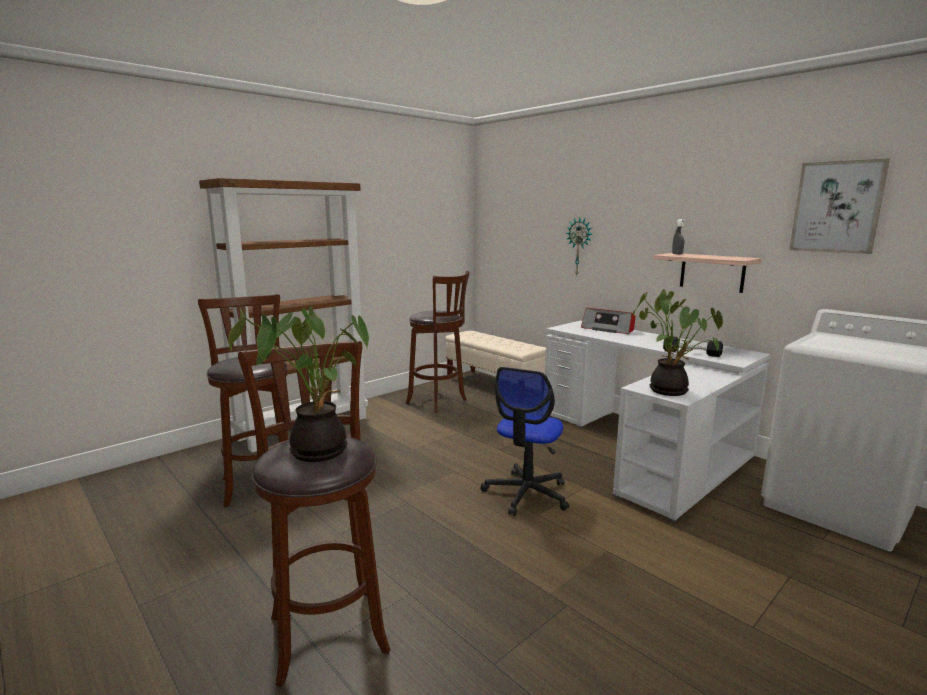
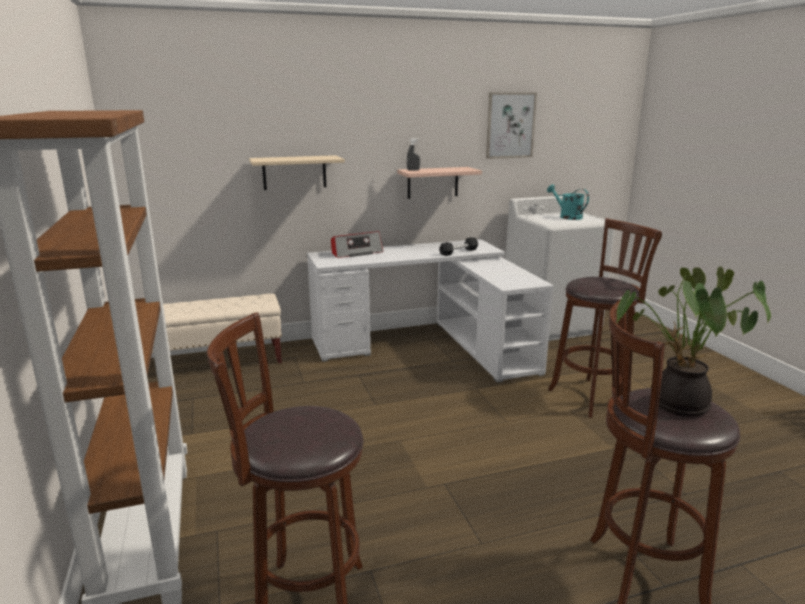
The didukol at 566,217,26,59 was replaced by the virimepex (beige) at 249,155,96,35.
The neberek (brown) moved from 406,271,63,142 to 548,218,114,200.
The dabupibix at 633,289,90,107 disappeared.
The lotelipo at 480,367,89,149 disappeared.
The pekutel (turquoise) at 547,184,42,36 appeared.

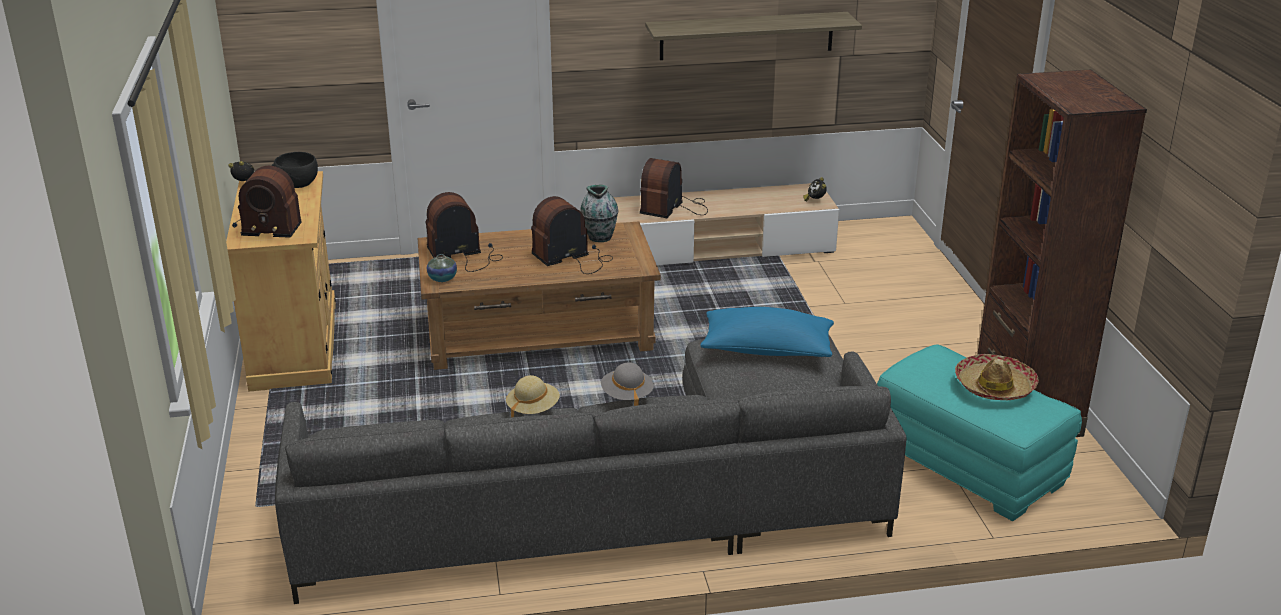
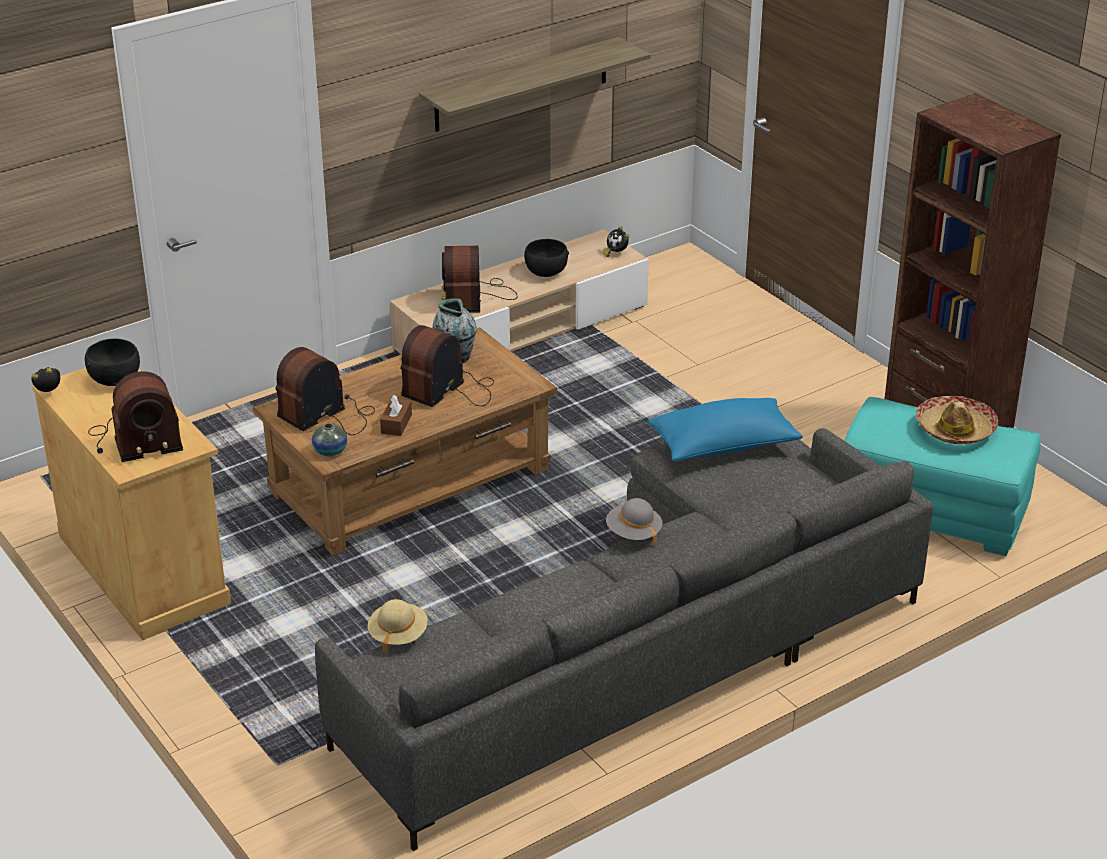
The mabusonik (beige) moved from 506,375,54,42 to 368,599,60,55.
The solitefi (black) at 524,239,45,38 appeared.
The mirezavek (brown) at 380,395,32,41 appeared.

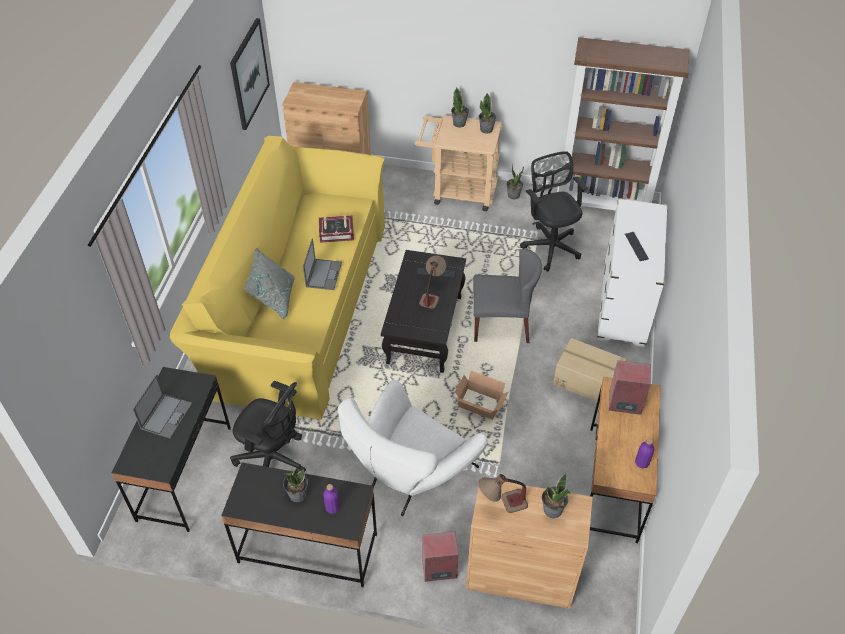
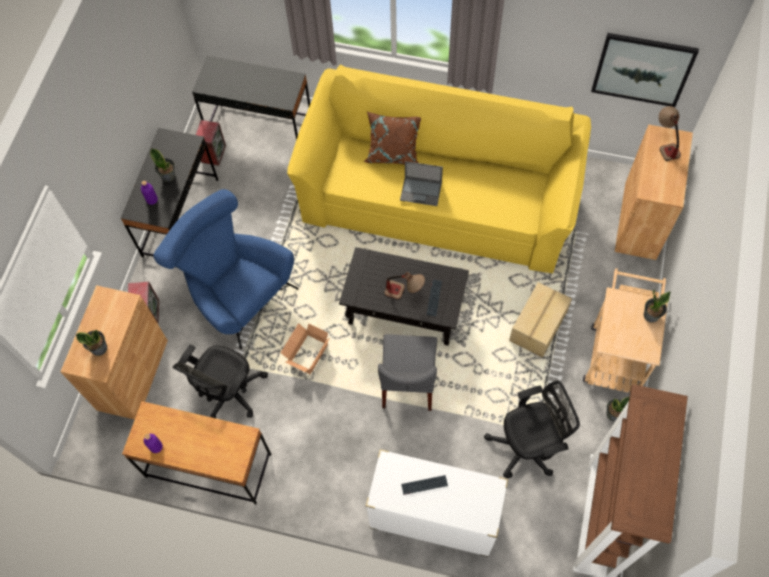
The dabupibix at 479,93,17,41 disappeared.
The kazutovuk at 319,215,35,28 disappeared.
The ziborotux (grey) at 243,248,52,72 became the ziborotux (brown) at 363,112,58,52.
The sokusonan moved from 553,338,74,64 to 509,282,63,75.
The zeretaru moved from 609,360,42,55 to 196,120,30,46.
The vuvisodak at 133,374,59,65 disappeared.
The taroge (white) at 338,380,150,136 became the taroge (blue) at 153,189,146,160.
The lotelipo (black) moved from 230,381,76,91 to 173,344,95,74.
The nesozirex moved from 479,474,49,39 to 659,106,22,55.

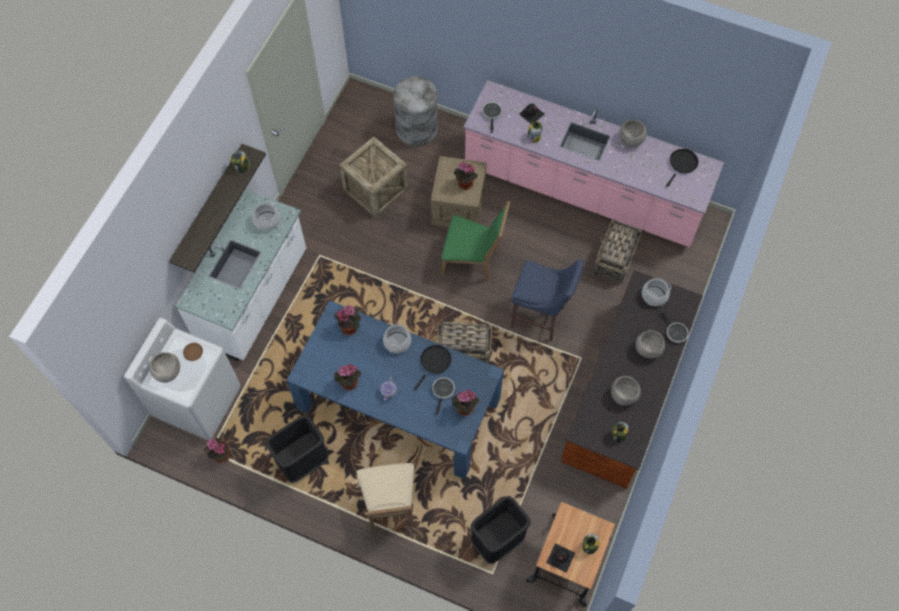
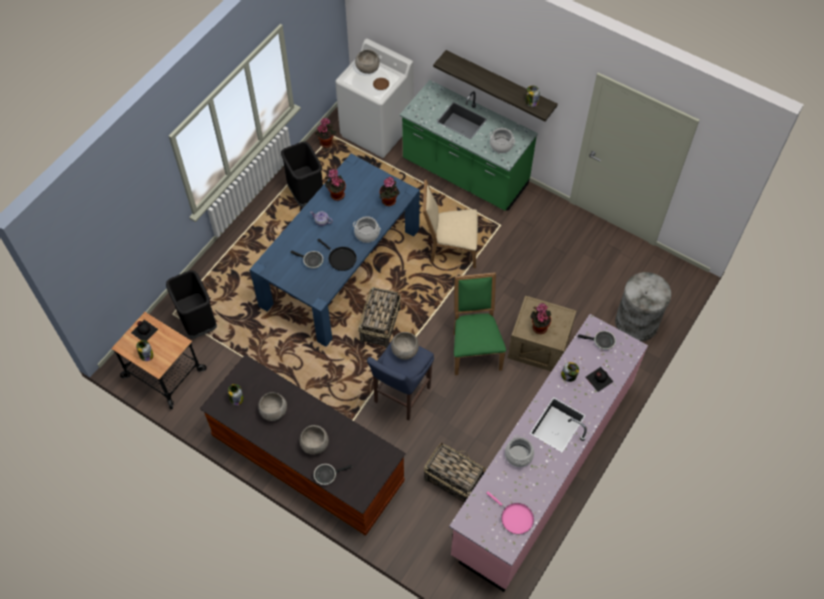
The solitefi (grey) moved from 619,120,28,27 to 391,332,28,28.
The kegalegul at 339,136,69,82 disappeared.
The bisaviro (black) at 666,149,33,38 became the bisaviro (pink) at 486,491,48,43.
The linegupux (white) at 175,189,131,172 became the linegupux (green) at 400,80,138,131.
The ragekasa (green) at 440,201,70,80 turned 150 degrees clockwise.
The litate moved from 642,278,29,28 to 505,435,29,32.
The dabupibix at 452,390,27,26 disappeared.
The ragekasa (beige) moved from 356,463,58,69 to 423,179,55,89.

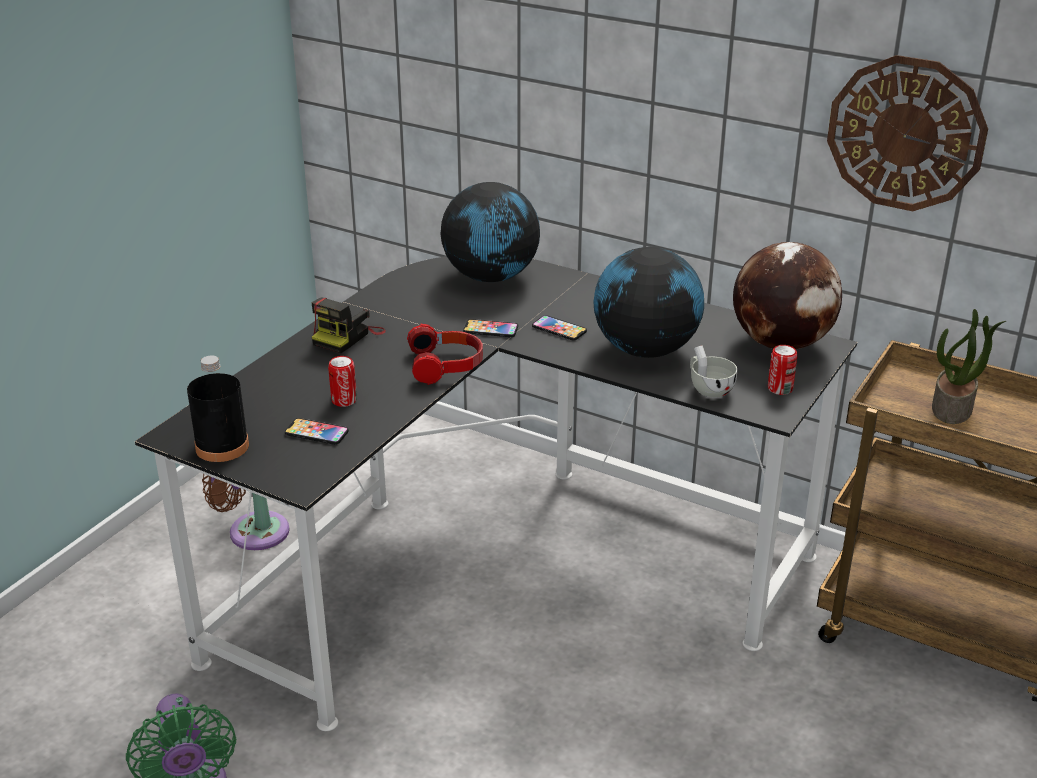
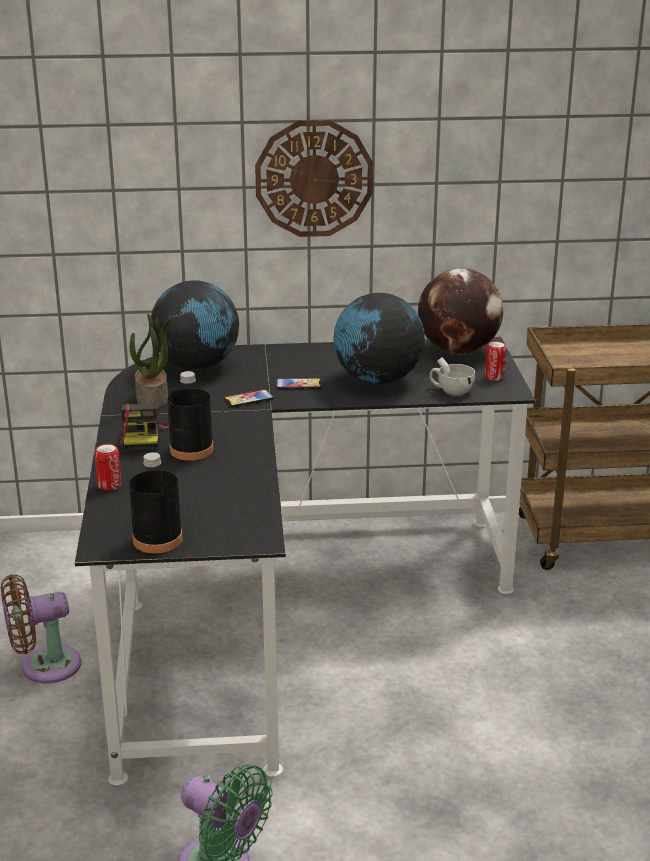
The didukol moved from 827,55,161,156 to 255,120,118,117.
The dabupibix moved from 932,309,74,115 to 130,313,43,95.
The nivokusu at 407,324,76,61 disappeared.
The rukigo moved from 328,356,29,51 to 95,444,26,47.
The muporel at 285,418,64,27 disappeared.
The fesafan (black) at 167,371,46,89 appeared.

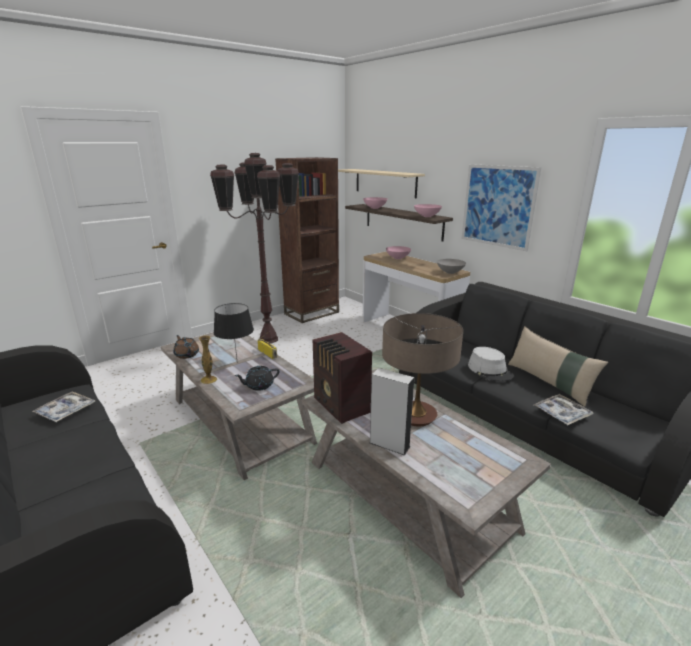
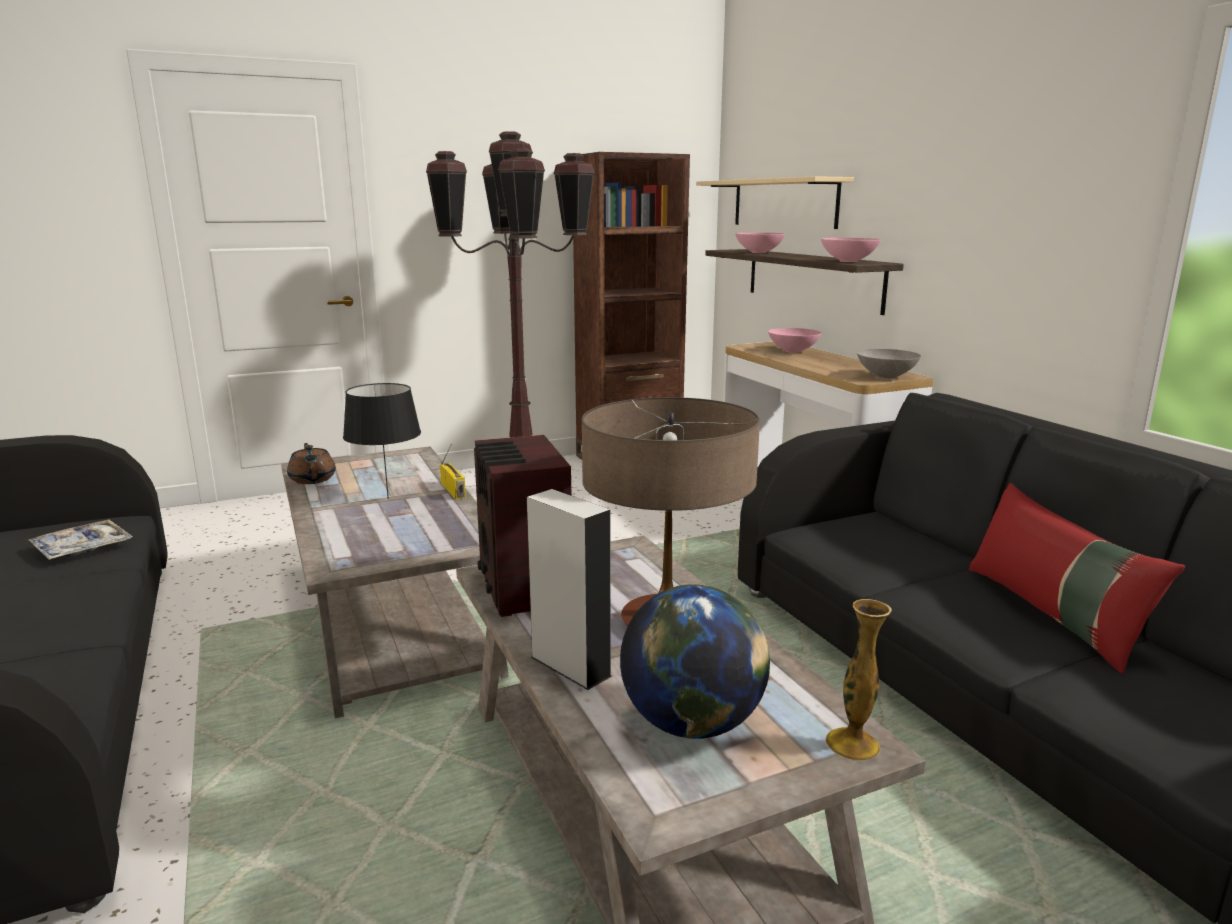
The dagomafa at 462,164,79,87 disappeared.
The ziborotux (beige) at 508,326,100,81 became the ziborotux (red) at 969,483,216,191.
The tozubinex moved from 199,335,18,49 to 825,599,67,162.
The mabusonik (grey) at 468,347,46,34 disappeared.
The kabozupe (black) at 235,366,45,25 disappeared.
The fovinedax at 534,394,60,31 disappeared.
The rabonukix at 620,585,150,154 appeared.

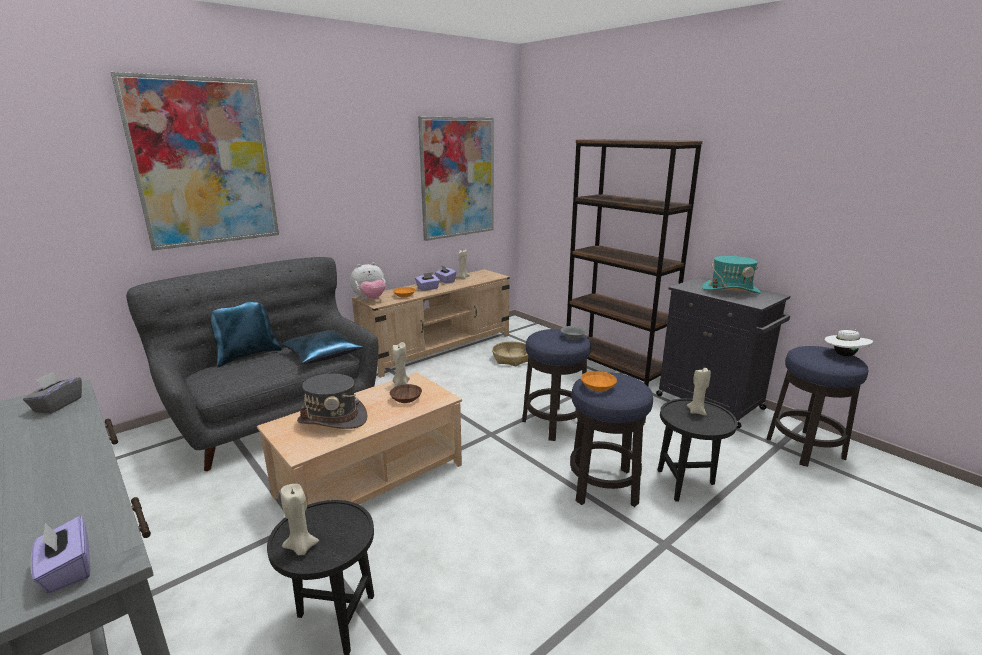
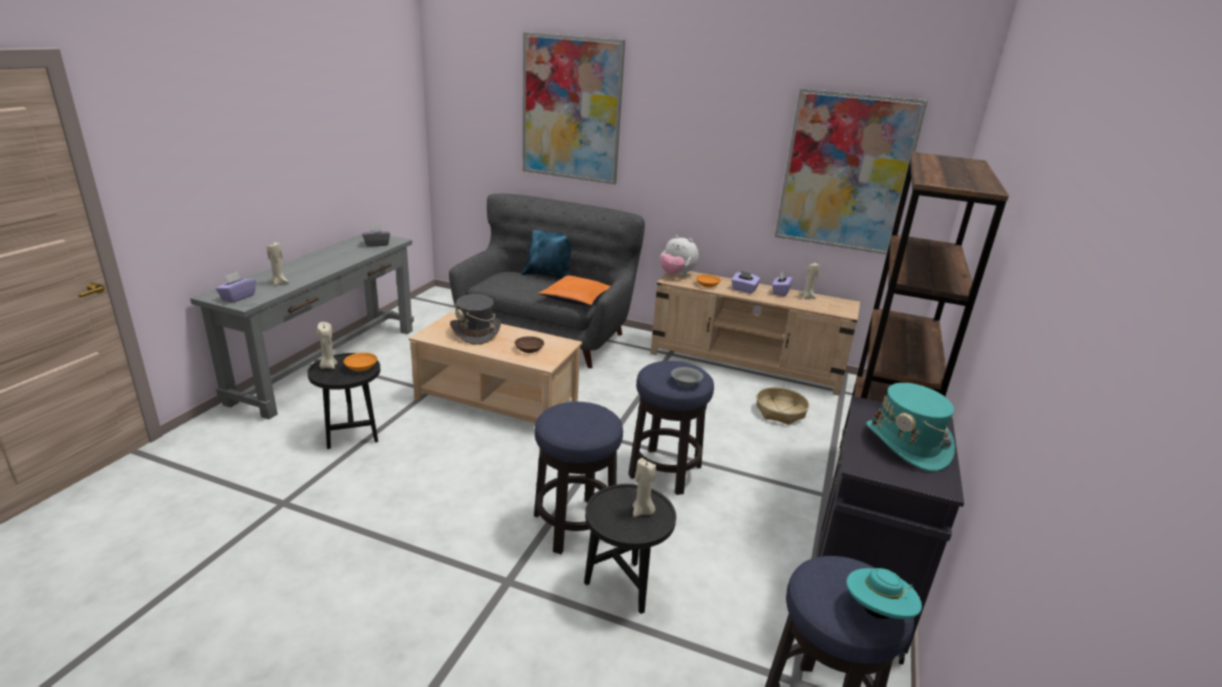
The mabusonik (white) at 825,329,48,28 became the mabusonik (turquoise) at 846,568,76,51.
The ziborotux (blue) at 282,330,82,34 became the ziborotux (orange) at 538,275,72,31.
The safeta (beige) moved from 392,342,18,45 to 267,242,22,44.
The solitefi (orange) moved from 581,371,36,21 to 344,353,33,18.

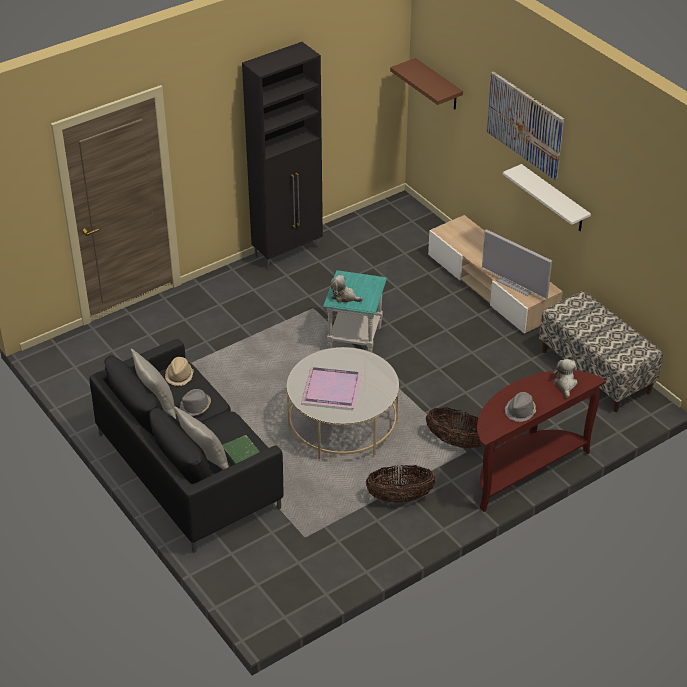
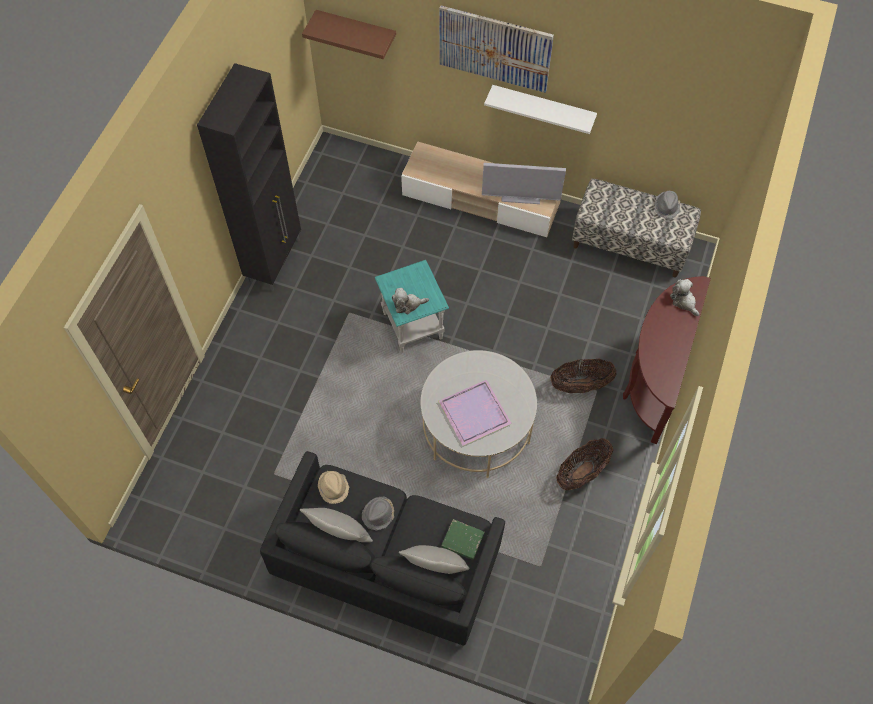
The mabusonik (grey) moved from 505,392,31,30 to 655,191,25,28.

